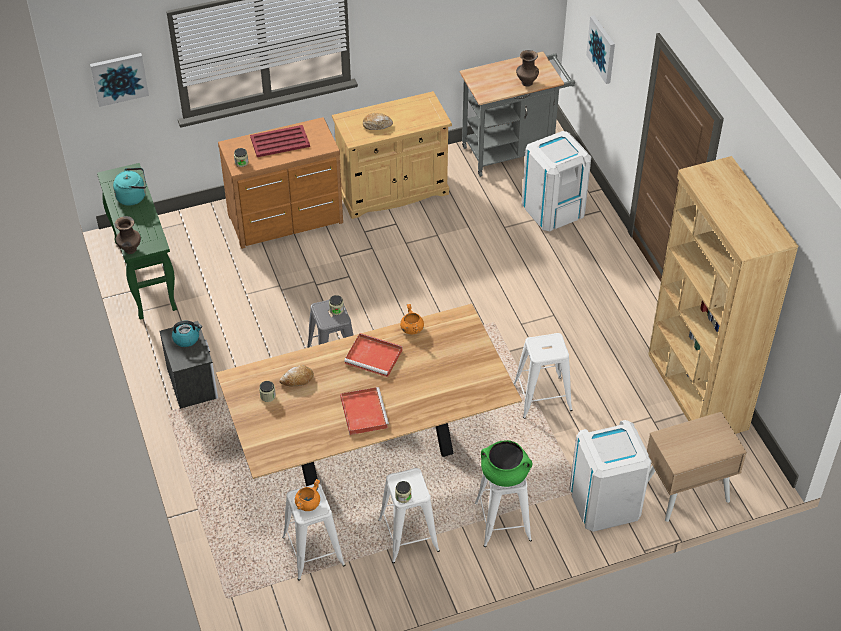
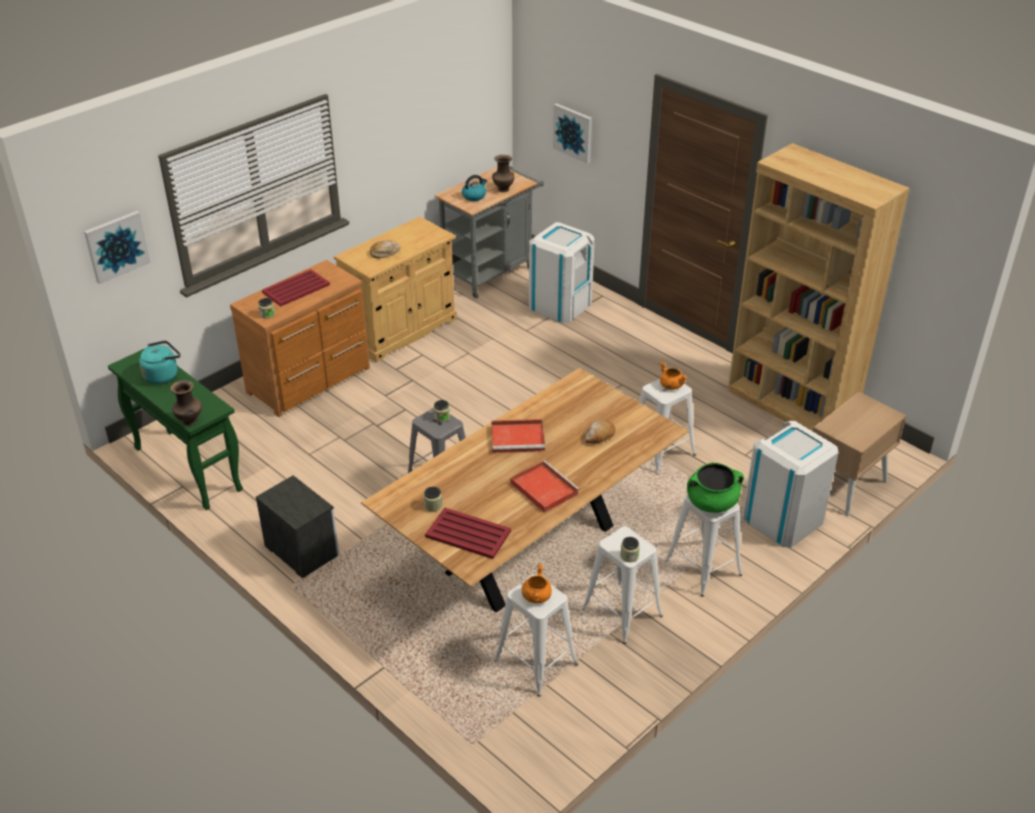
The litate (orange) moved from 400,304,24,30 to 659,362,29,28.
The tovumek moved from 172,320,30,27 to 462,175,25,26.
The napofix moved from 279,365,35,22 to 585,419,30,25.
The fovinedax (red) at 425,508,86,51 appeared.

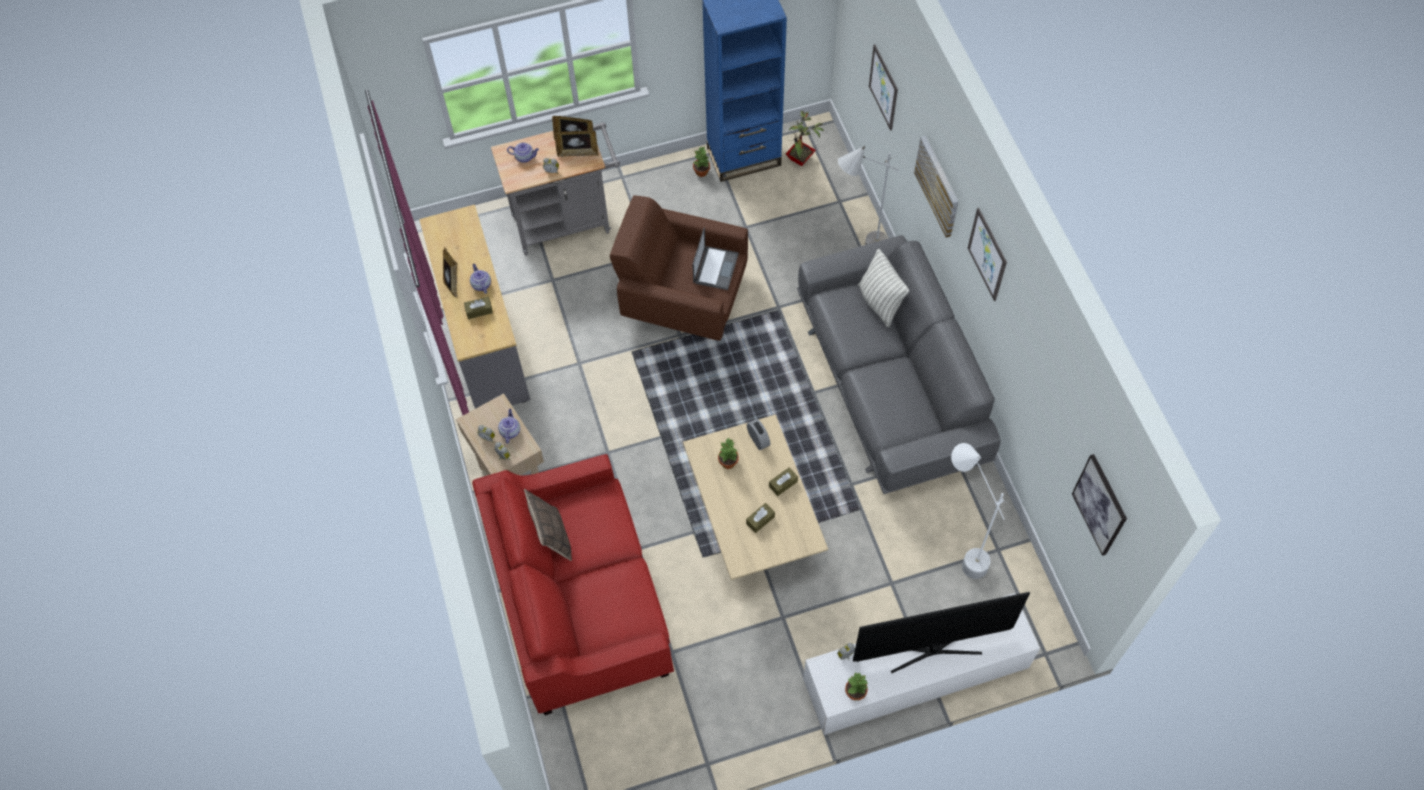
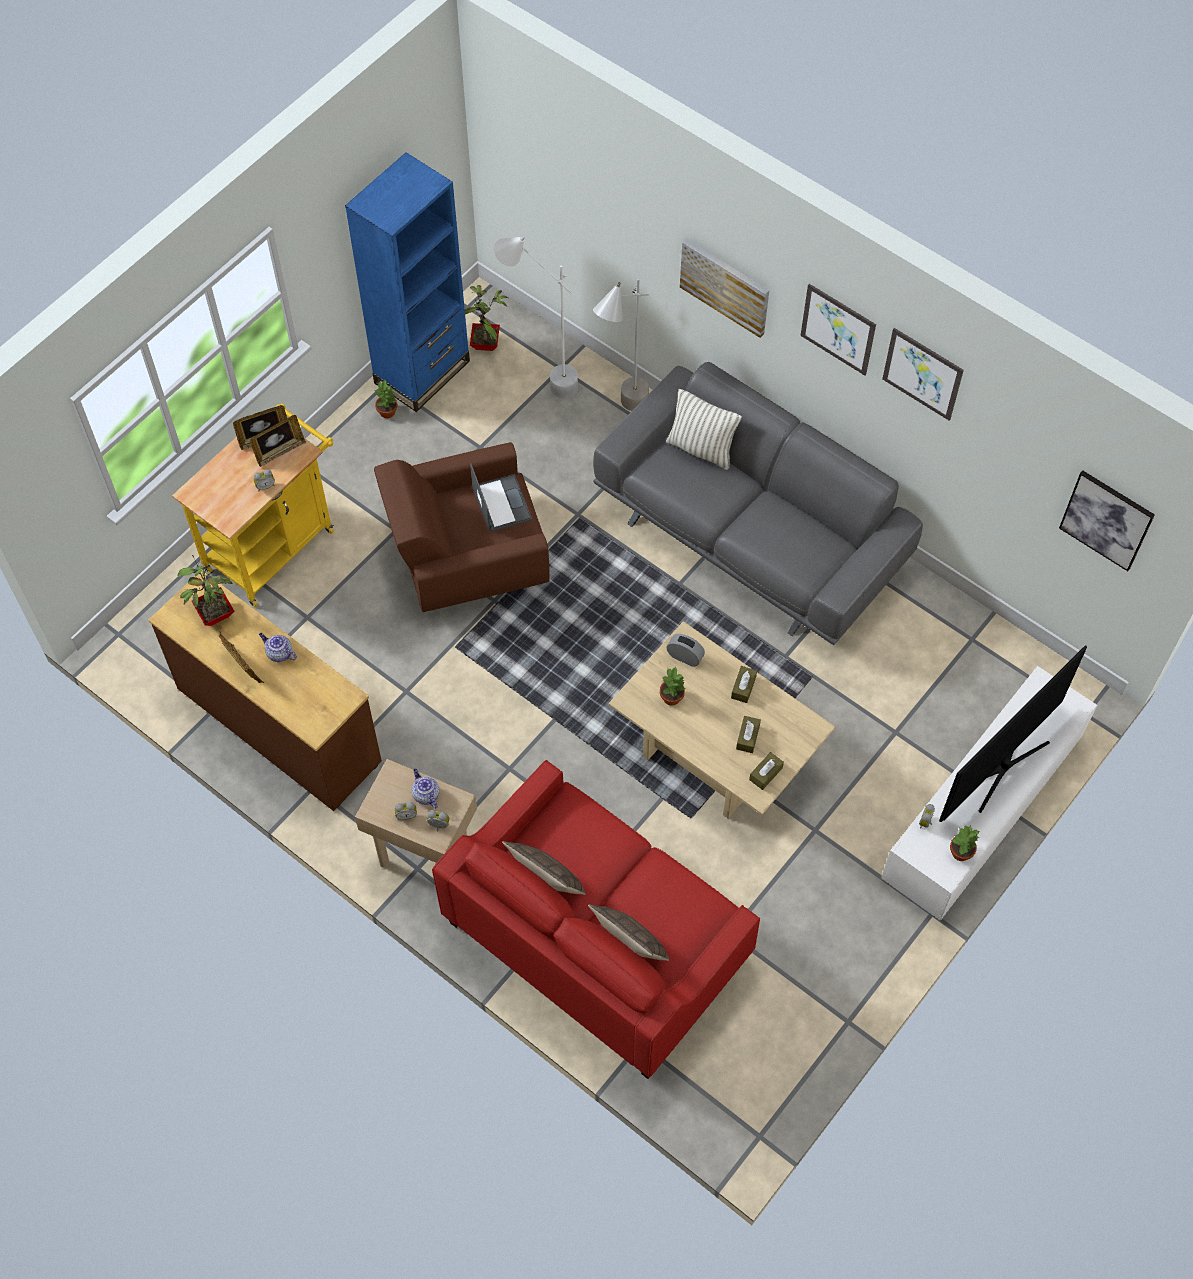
The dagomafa moved from 869,44,29,87 to 882,328,82,93.
The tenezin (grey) at 491,122,129,134 became the tenezin (yellow) at 172,404,162,203.
The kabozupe at 507,142,32,21 disappeared.
The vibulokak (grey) at 419,205,111,204 became the vibulokak (brown) at 149,570,233,241.
The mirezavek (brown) moved from 464,297,29,22 to 749,752,35,38.
The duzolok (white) moved from 951,443,56,136 to 494,237,84,161.
The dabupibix at 178,555,57,71 appeared.
The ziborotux at 588,904,81,57 appeared.

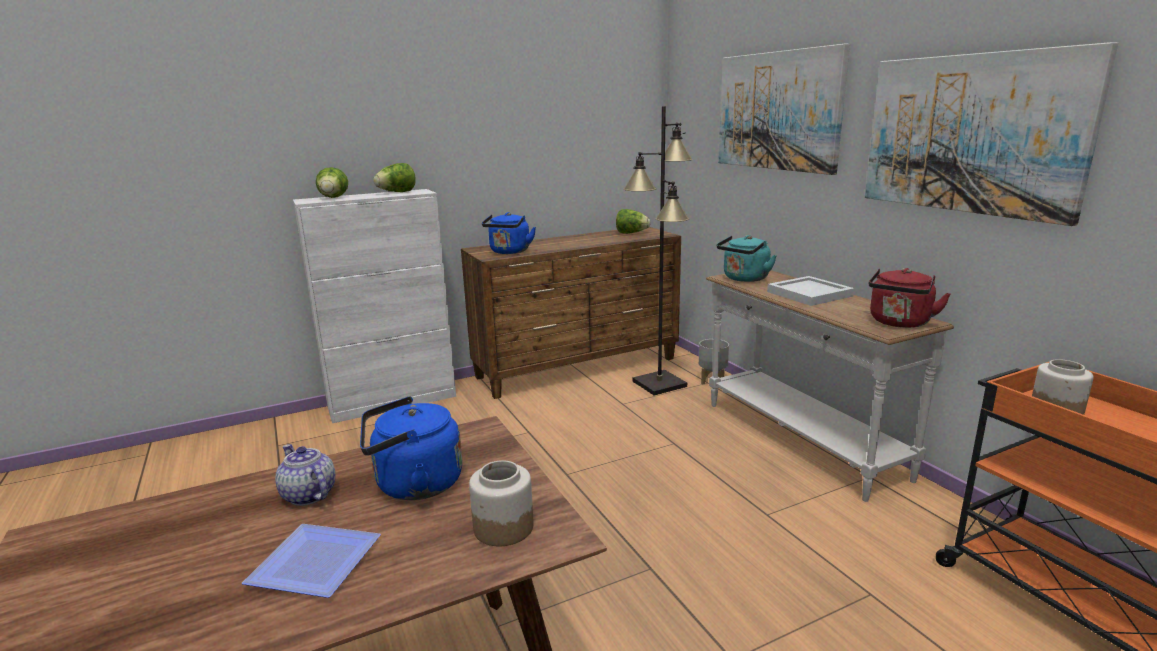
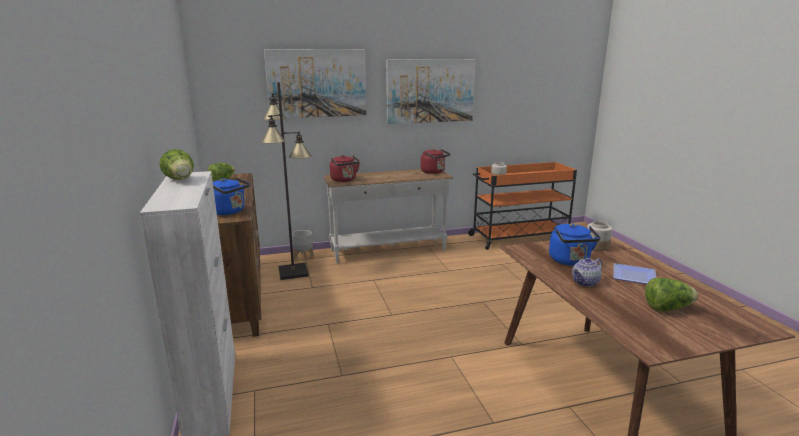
The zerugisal moved from 316,167,32,31 to 645,278,53,33.
The tovumek (turquoise) at 717,235,60,47 became the tovumek (red) at 330,155,30,27.
The fovinedax (white) at 767,276,87,30 disappeared.

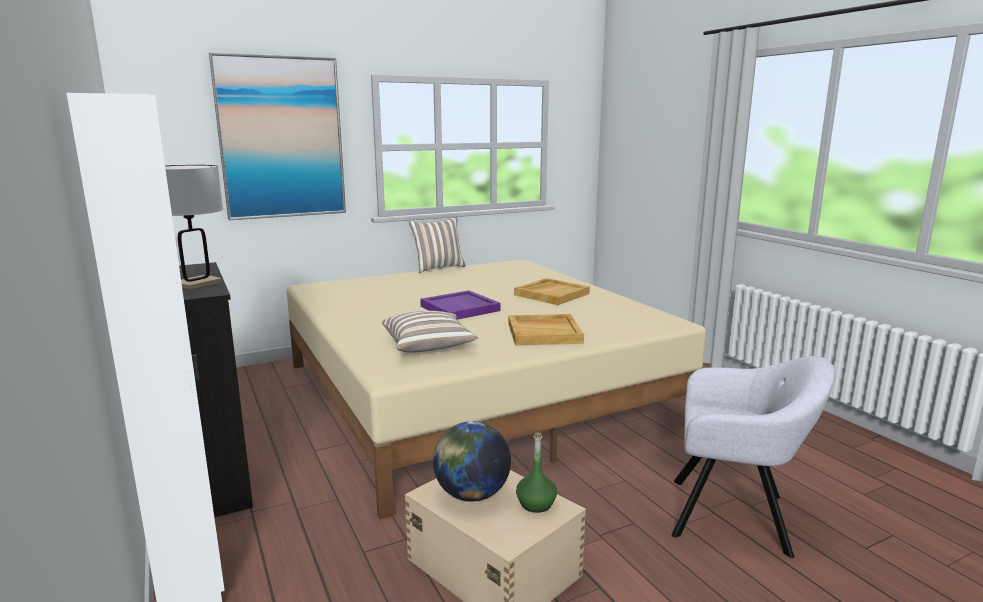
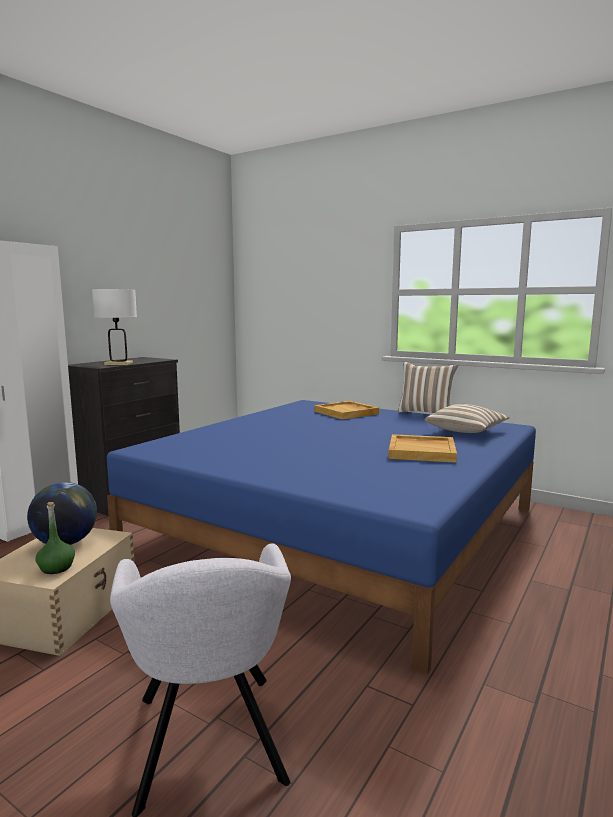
The dagomafa at 209,52,137,168 disappeared.
The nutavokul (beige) at 287,259,419,261 became the nutavokul (blue) at 107,400,429,275.
The fovinedax (purple) at 420,290,81,30 disappeared.
The ziborotux moved from 382,311,96,41 to 424,404,86,29.
The fovinedax (beige) moved from 508,314,76,31 to 314,401,65,19.

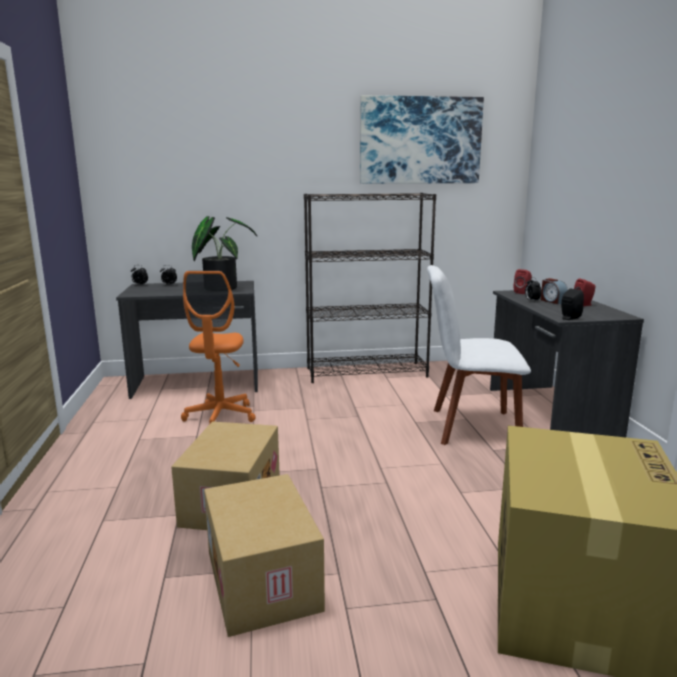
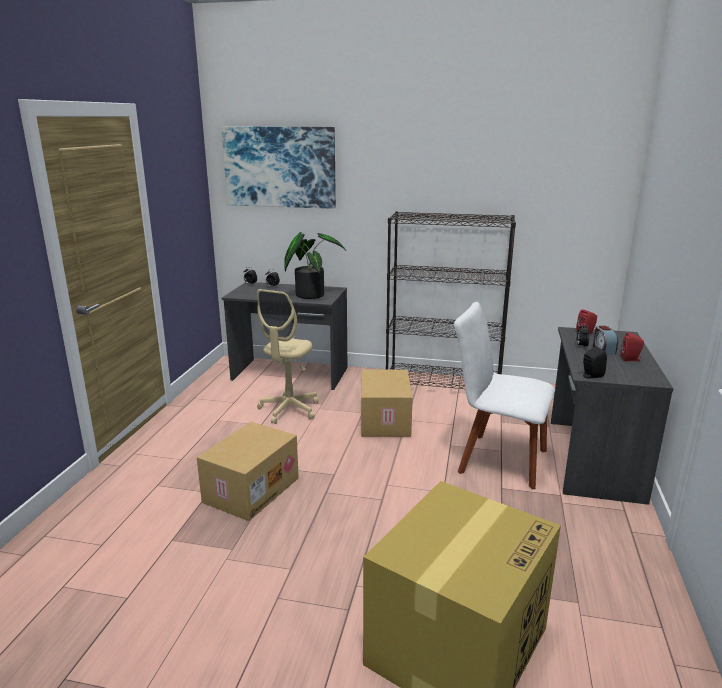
The dagomafa moved from 360,95,124,89 to 221,126,115,83.
The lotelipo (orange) at 181,271,75,152 became the lotelipo (beige) at 257,289,61,135.
The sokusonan moved from 204,474,121,163 to 361,370,52,67.

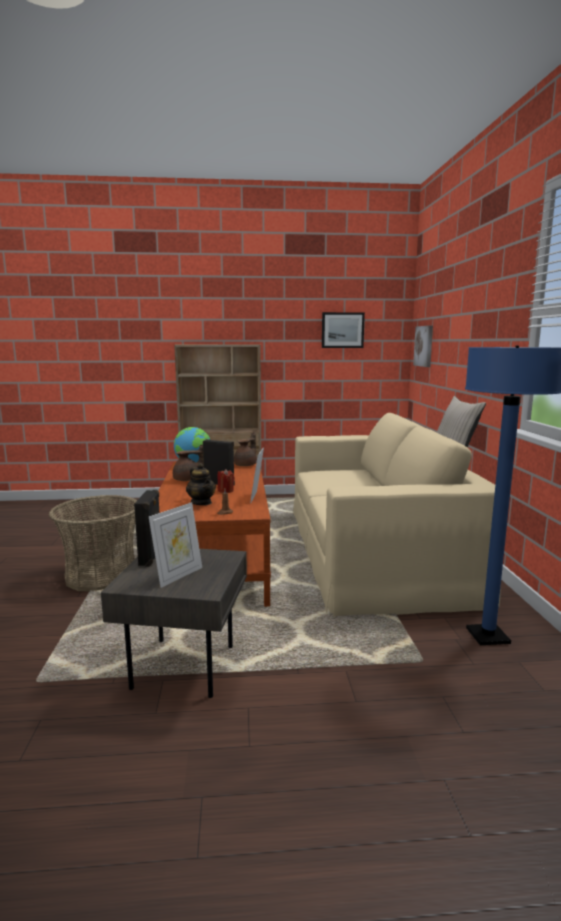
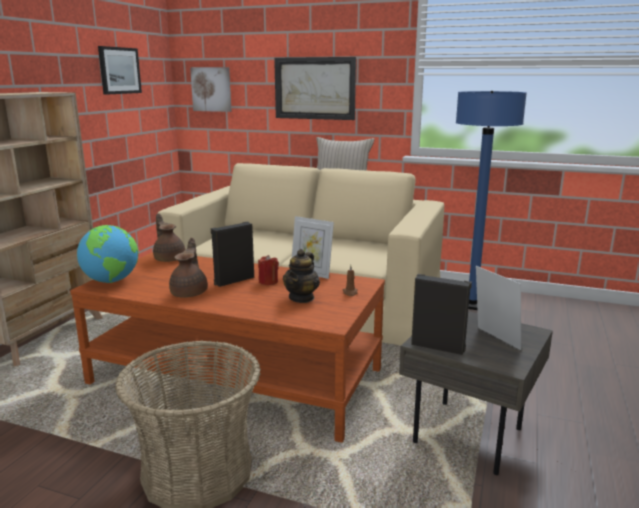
The kabozupe at 186,463,30,42 turned 120 degrees clockwise.
The dagomafa at 274,57,82,63 appeared.

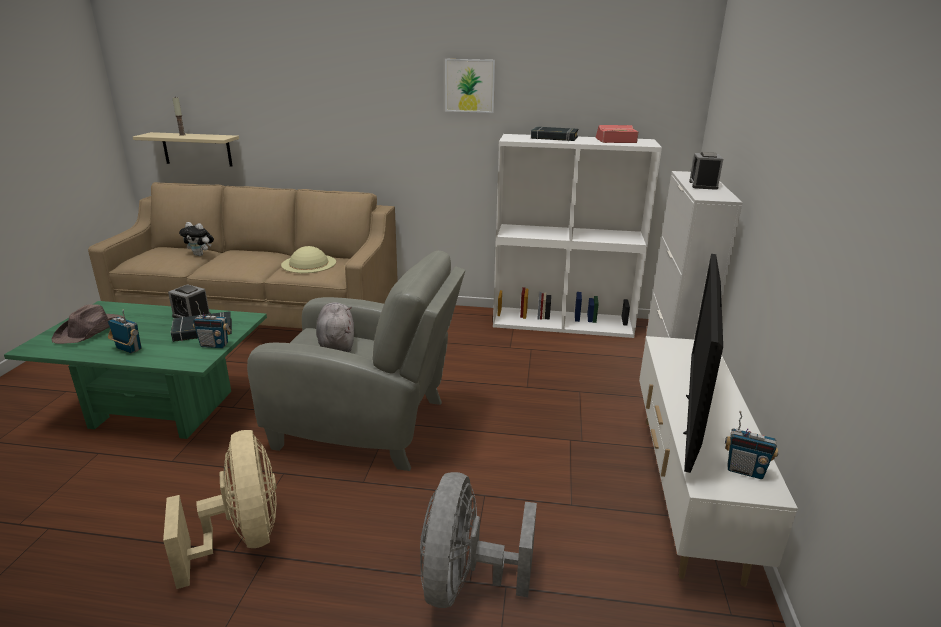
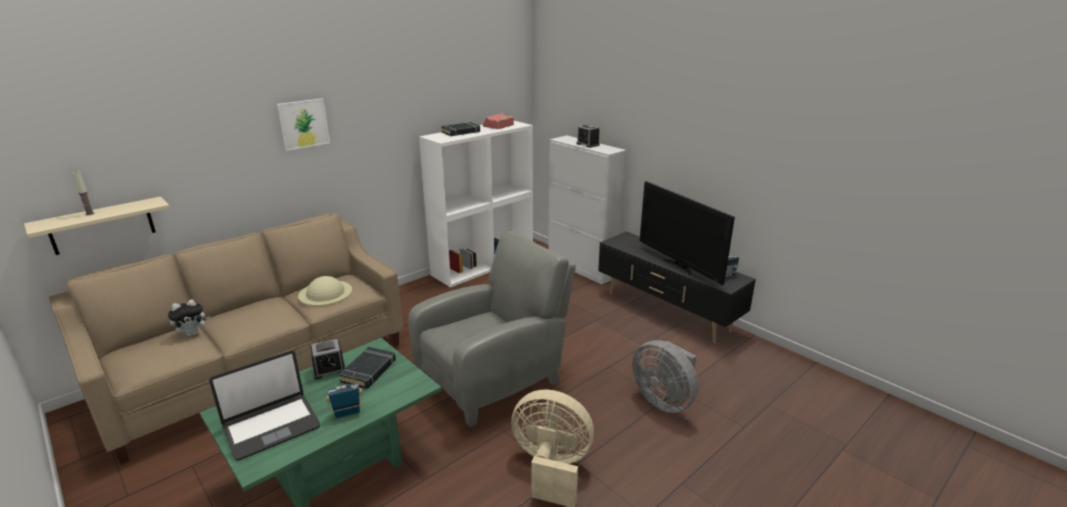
The dagomafa moved from 445,59,50,54 to 277,98,53,53.
The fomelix at 193,301,38,47 disappeared.
The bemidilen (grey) at 316,302,38,50 disappeared.
The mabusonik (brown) at 52,304,72,40 was replaced by the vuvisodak at 209,350,111,111.
The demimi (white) at 639,336,159,251 became the demimi (black) at 598,232,158,112.

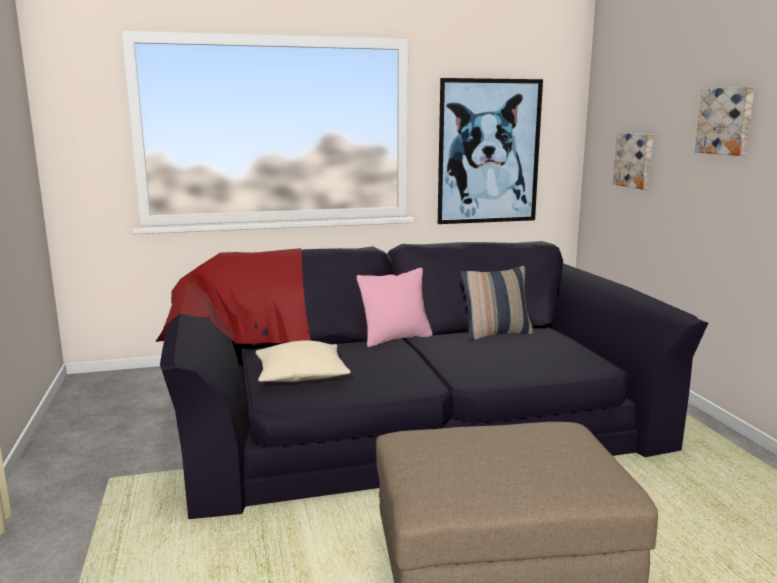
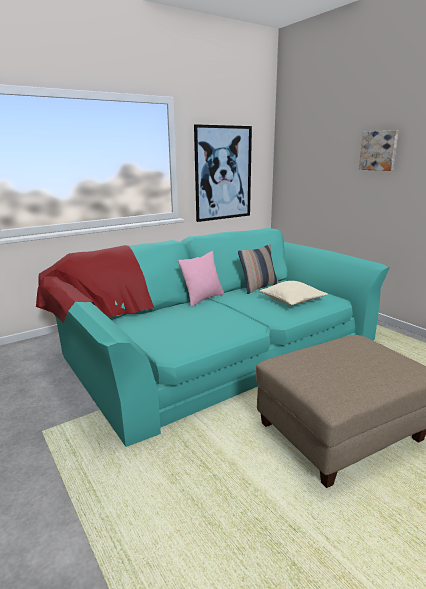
The dagomafa at 613,133,40,56 disappeared.
The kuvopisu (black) at 155,241,553,278 became the kuvopisu (turquoise) at 36,228,354,219.
The ziborotux (beige) moved from 255,340,96,42 to 259,281,69,24.

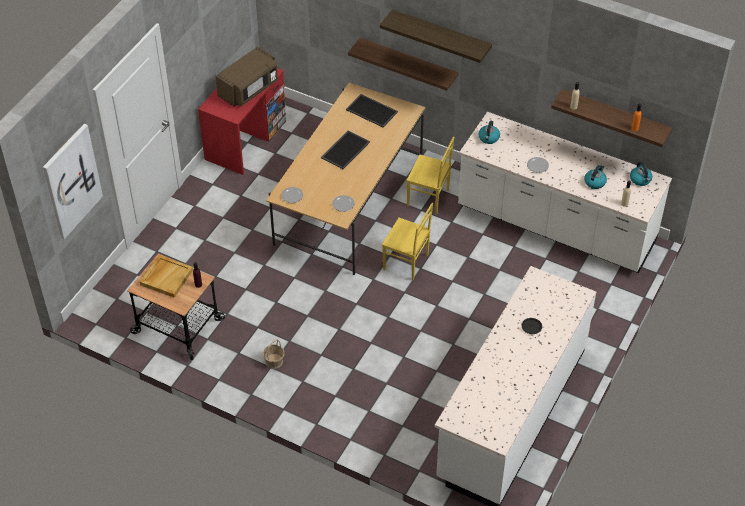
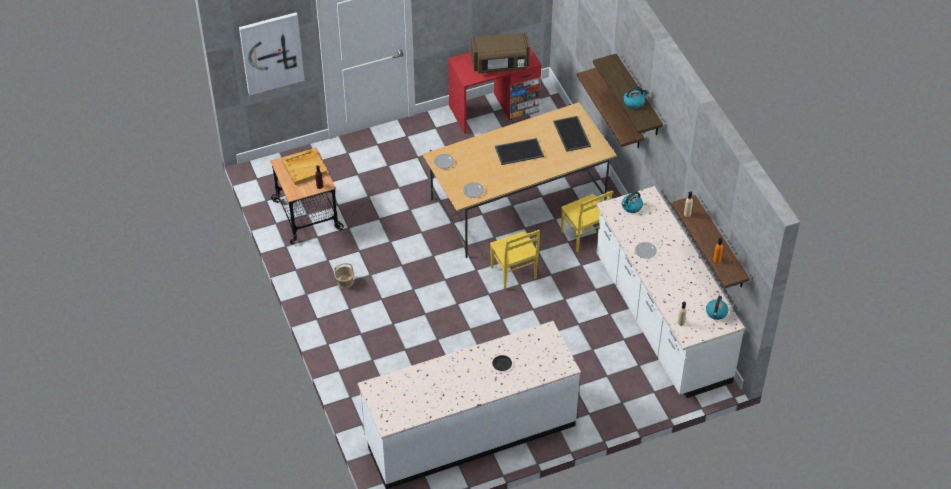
The tovumek moved from 584,165,23,24 to 623,87,25,22.

